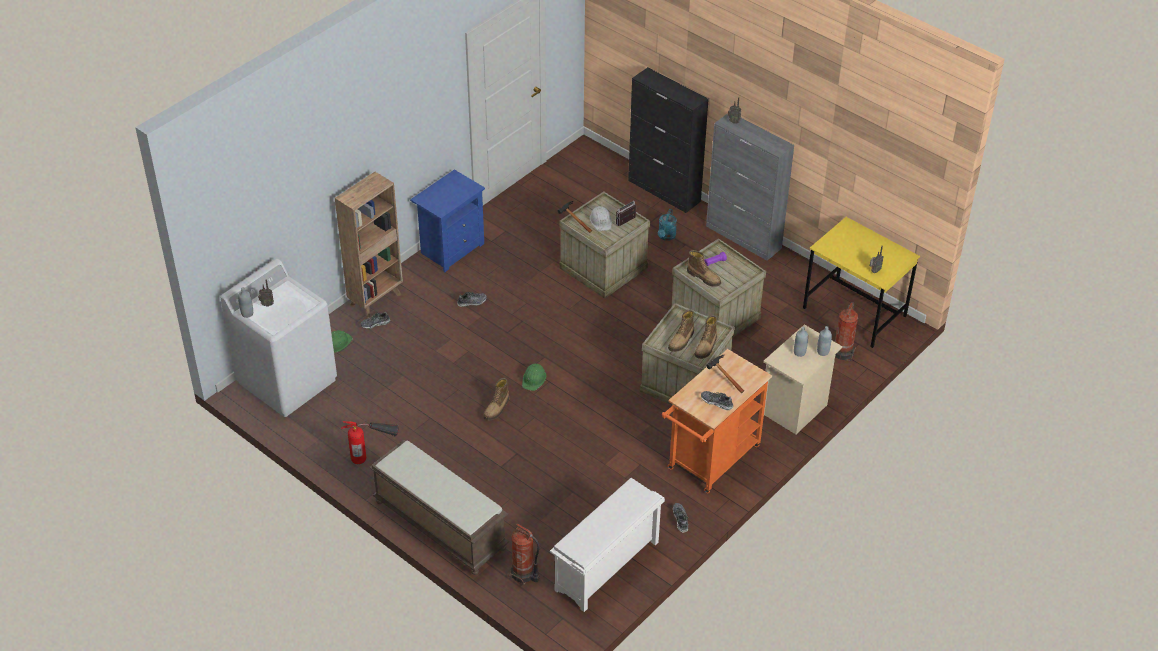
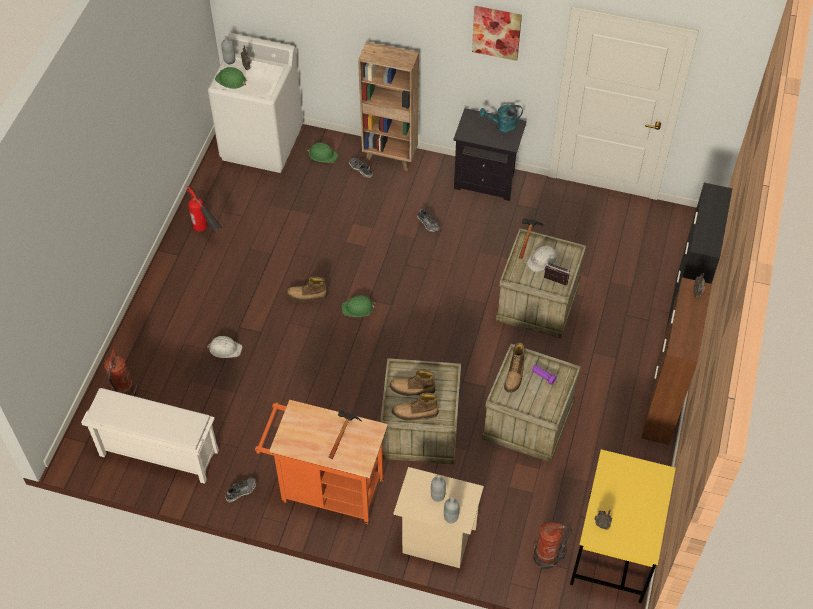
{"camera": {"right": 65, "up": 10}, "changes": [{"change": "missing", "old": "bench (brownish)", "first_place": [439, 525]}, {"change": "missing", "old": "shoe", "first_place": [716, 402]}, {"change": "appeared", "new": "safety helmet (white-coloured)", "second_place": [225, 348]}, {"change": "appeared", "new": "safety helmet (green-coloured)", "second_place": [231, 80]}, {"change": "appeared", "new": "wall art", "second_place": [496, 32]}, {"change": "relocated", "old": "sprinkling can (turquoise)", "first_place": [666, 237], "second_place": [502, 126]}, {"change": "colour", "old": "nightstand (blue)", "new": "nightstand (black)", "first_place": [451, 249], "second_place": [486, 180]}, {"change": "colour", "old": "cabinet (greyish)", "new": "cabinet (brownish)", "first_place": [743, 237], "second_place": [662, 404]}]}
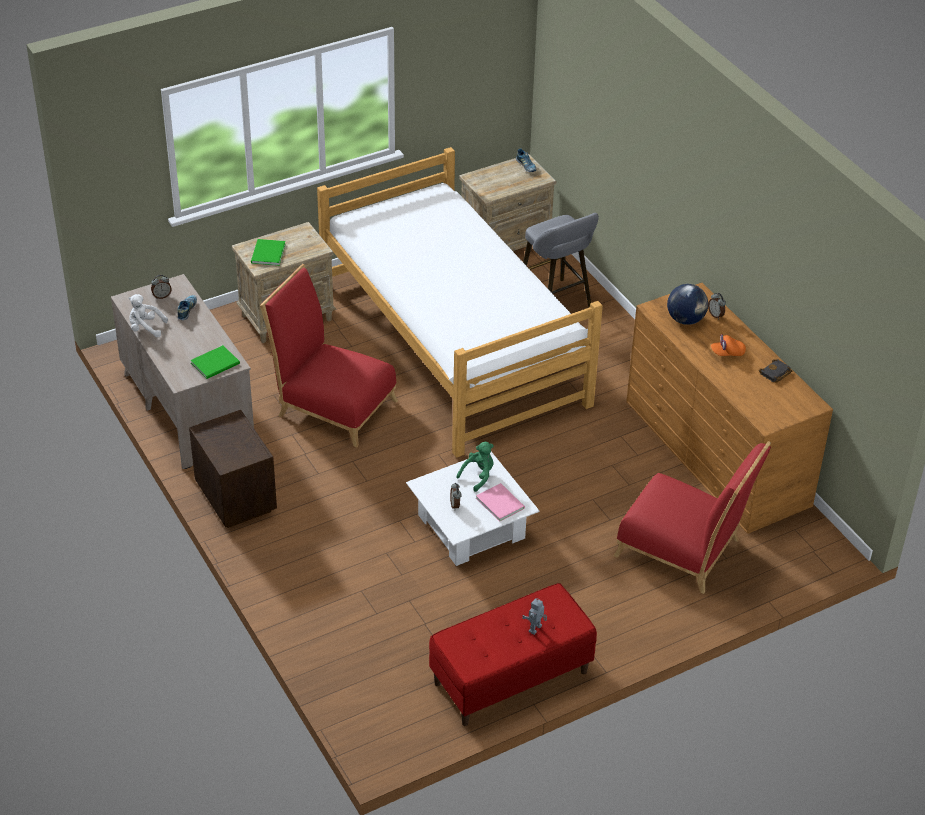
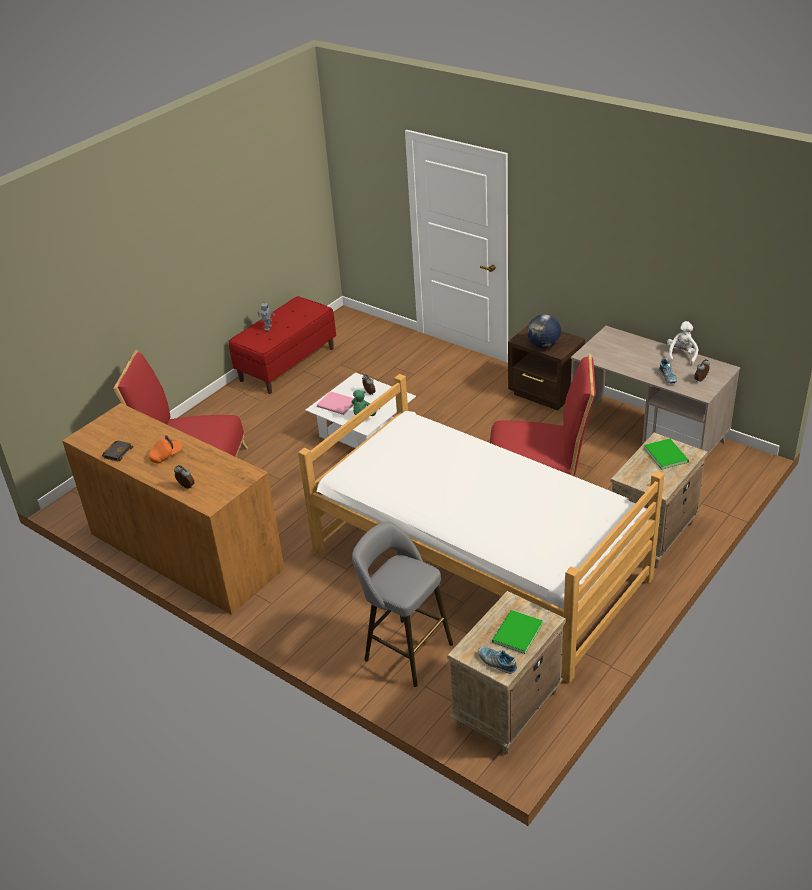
{"camera": {"right": 160, "up": -5}, "changes": [{"change": "relocated", "old": "bound book (green-coloured)", "first_place": [217, 363], "second_place": [515, 633]}, {"change": "relocated", "old": "world globe", "first_place": [685, 319], "second_place": [543, 345]}, {"change": "spun", "old": "cuddly toy (white-coloured)", "first_place": [145, 328], "second_place": [681, 355], "degrees": -60}]}
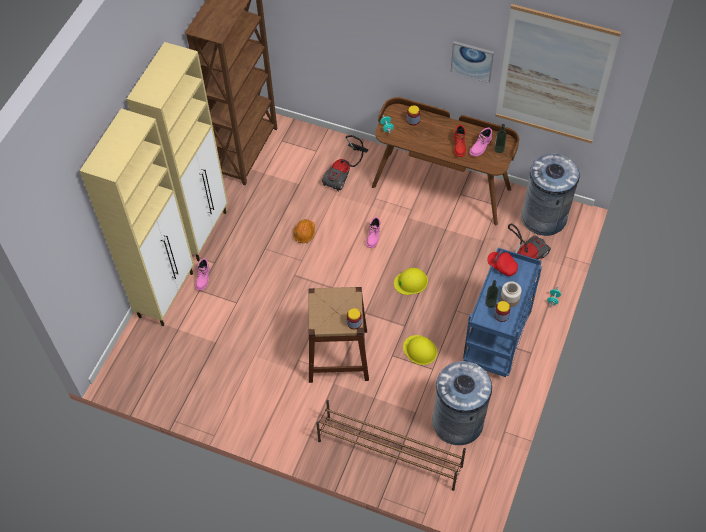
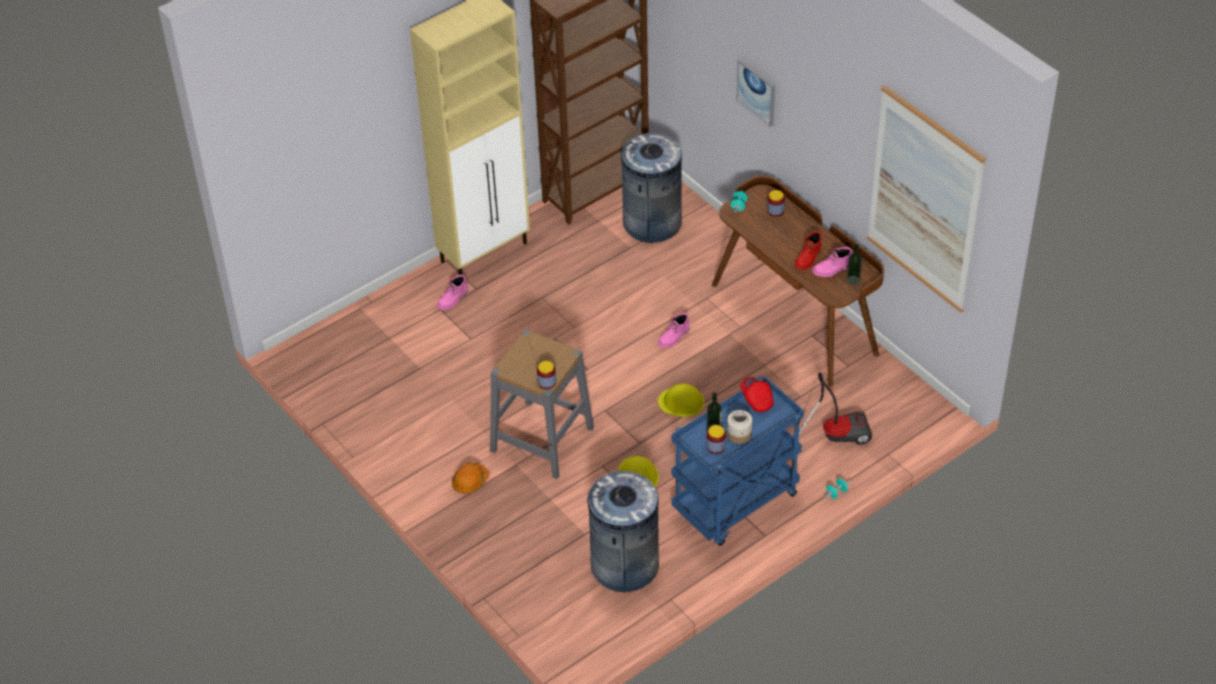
{"camera": {"right": 30, "up": -10}, "changes": [{"change": "missing", "old": "cabinet (sand-coloured)", "first_place": [166, 294]}, {"change": "missing", "old": "shoe shelf (brownish)", "first_place": [389, 453]}, {"change": "missing", "old": "hoover", "first_place": [344, 173]}, {"change": "relocated", "old": "safety helmet (orangey)", "first_place": [304, 233], "second_place": [470, 482]}, {"change": "relocated", "old": "wall art", "first_place": [472, 61], "second_place": [756, 92]}, {"change": "relocated", "old": "waste bin (greyish)", "first_place": [544, 217], "second_place": [652, 223]}, {"change": "colour", "old": "stool (brownish)", "new": "stool (greyish)", "first_place": [338, 355], "second_place": [542, 439]}]}
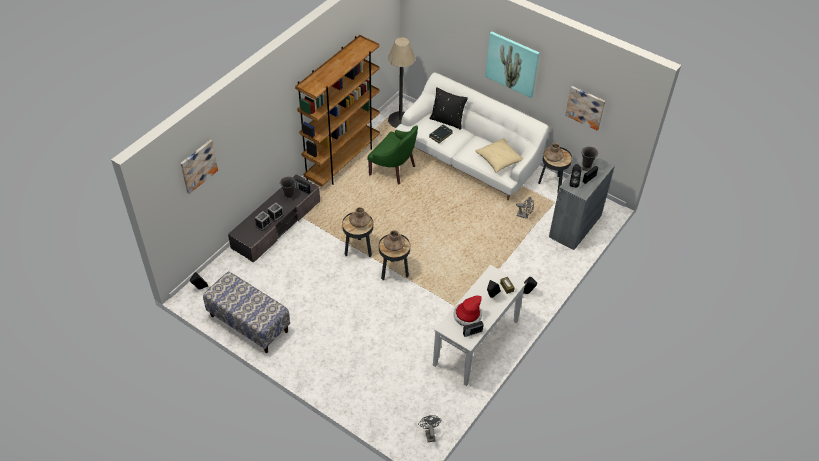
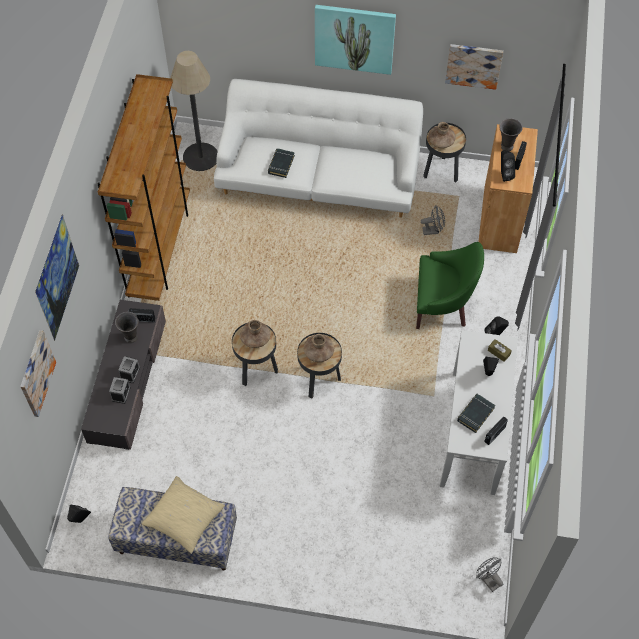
{"camera": {"right": -25, "up": 10}, "changes": [{"change": "missing", "old": "pillow (black)", "first_place": [447, 120]}, {"change": "appeared", "new": "wall art", "second_place": [62, 290]}, {"change": "relocated", "old": "armchair (green-coloured)", "first_place": [394, 169], "second_place": [442, 305]}, {"change": "relocated", "old": "pillow (sand-coloured)", "first_place": [499, 159], "second_place": [184, 518]}, {"change": "exchanged", "old": "clothing hat", "new": "bound book (black)", "first_place": [467, 316], "second_place": [475, 414]}, {"change": "colour", "old": "cabinet (greyish)", "new": "cabinet (brownish)", "first_place": [575, 226], "second_place": [500, 219]}]}
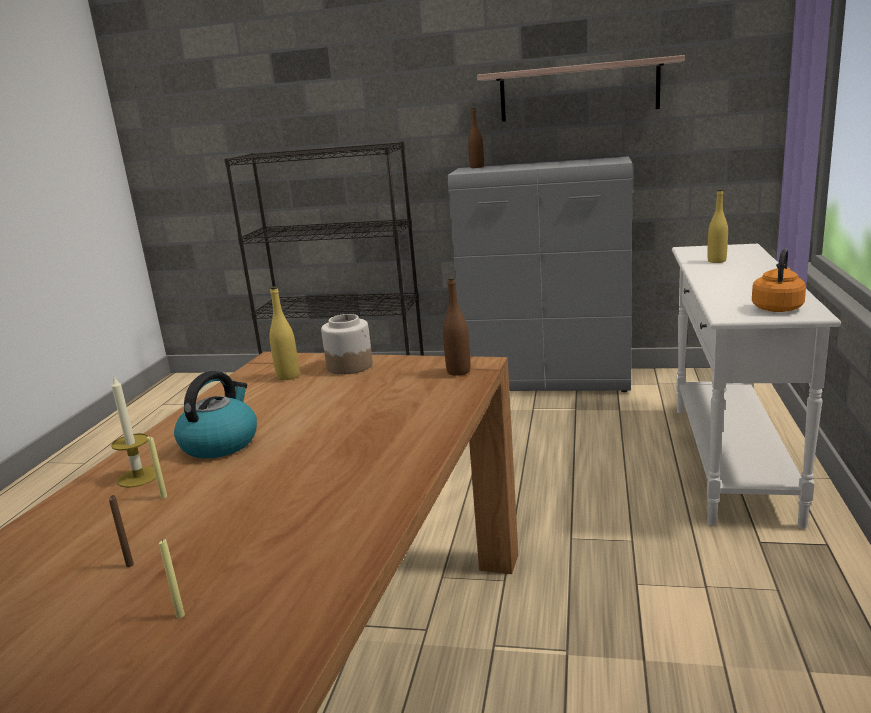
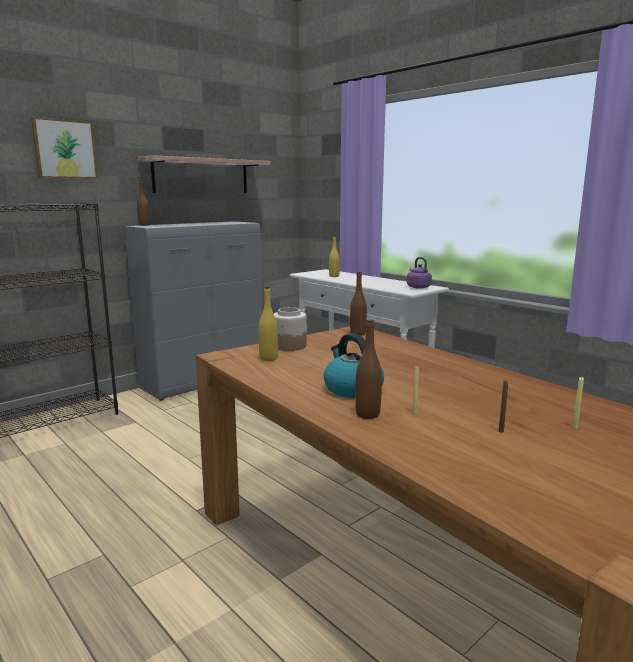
{"camera": {"right": -55, "up": -5}, "changes": [{"change": "appeared", "new": "wall art", "second_place": [64, 149]}, {"change": "exchanged", "old": "candle", "new": "beverage bottle (brownish)", "first_place": [139, 477], "second_place": [367, 414]}, {"change": "colour", "old": "tea kettle (orangey)", "new": "tea kettle (purplish)", "first_place": [777, 308], "second_place": [417, 287]}]}
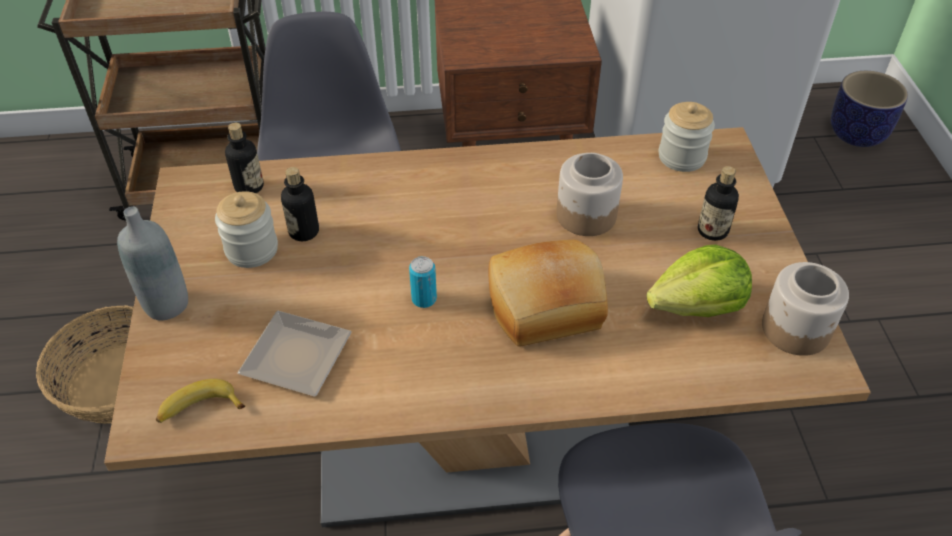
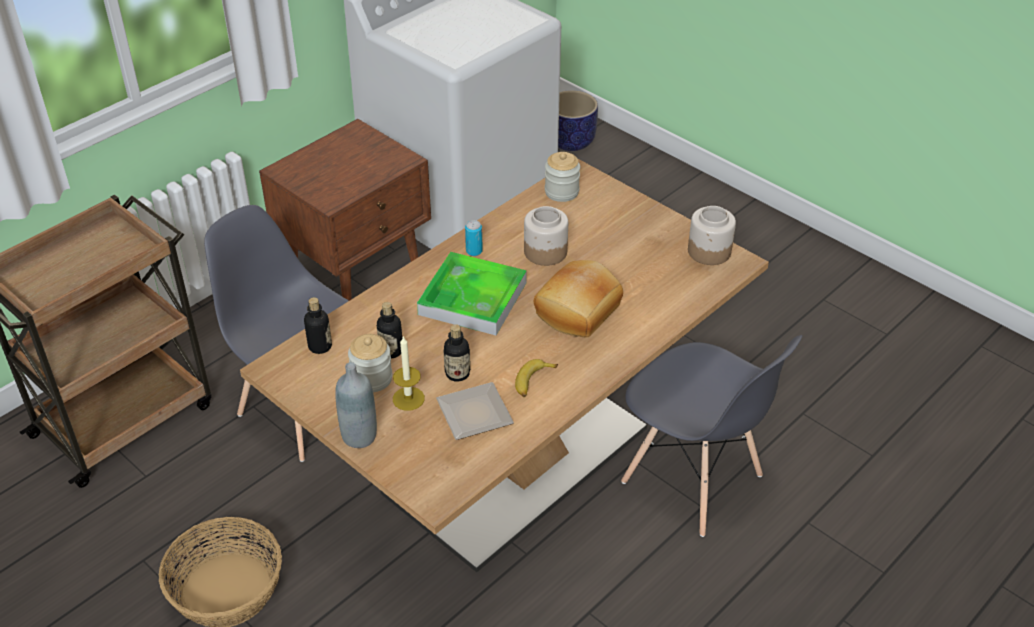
{"camera": {"right": -40, "up": -5}, "changes": [{"change": "missing", "old": "lettuce head", "first_place": [698, 305]}, {"change": "appeared", "new": "candle", "second_place": [408, 398]}, {"change": "appeared", "new": "serving tray", "second_place": [472, 298]}, {"change": "relocated", "old": "banana fruit", "first_place": [199, 409], "second_place": [533, 382]}, {"change": "relocated", "old": "can", "first_place": [424, 299], "second_place": [474, 251]}, {"change": "relocated", "old": "beverage bottle", "first_place": [712, 231], "second_place": [457, 373]}]}
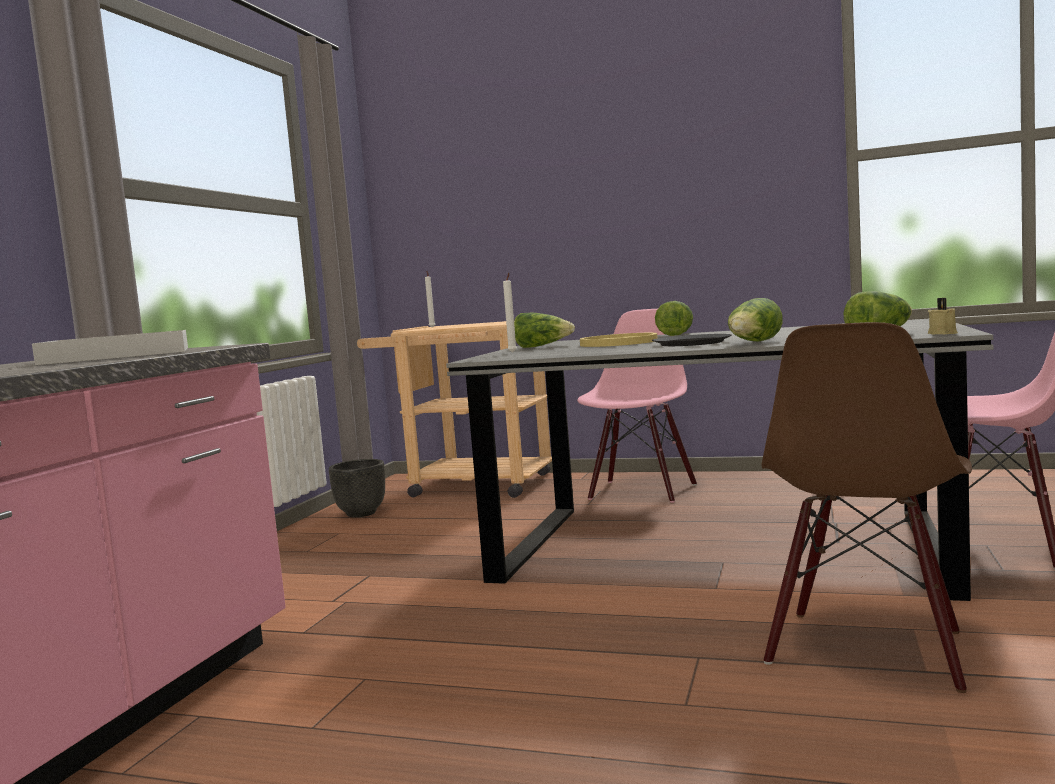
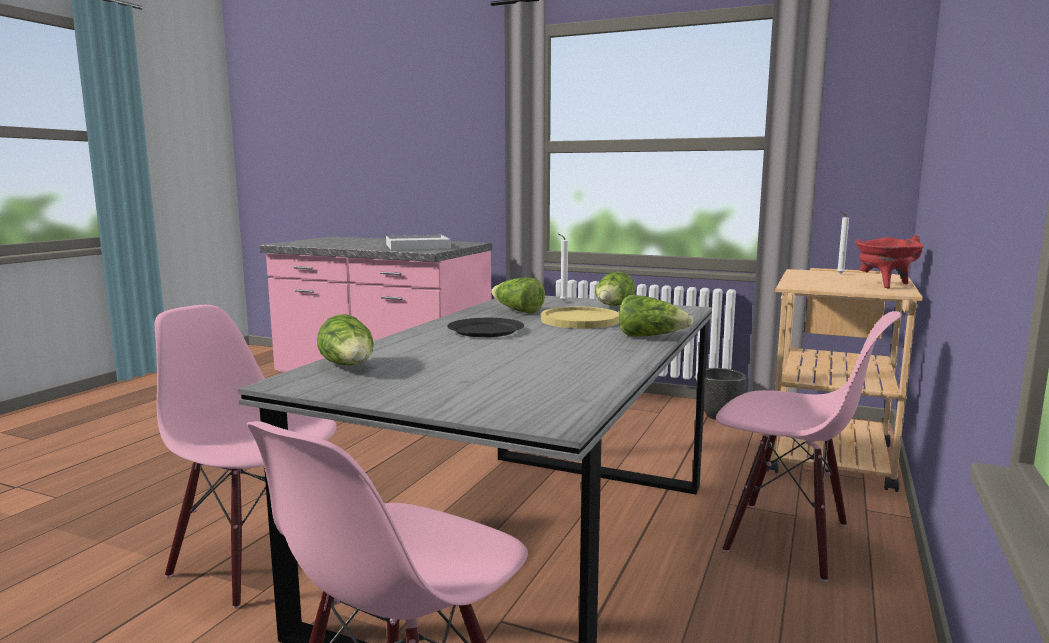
{"camera": {"right": 95, "up": 5}, "changes": [{"change": "missing", "old": "candle (sand-coloured)", "first_place": [943, 333]}, {"change": "appeared", "new": "saucepot (red-coloured)", "second_place": [884, 285]}, {"change": "relocated", "old": "lettuce head", "first_place": [754, 342], "second_place": [517, 311]}, {"change": "colour", "old": "upright chair (brownish)", "new": "upright chair (pinkish)", "first_place": [867, 649], "second_place": [257, 561]}]}
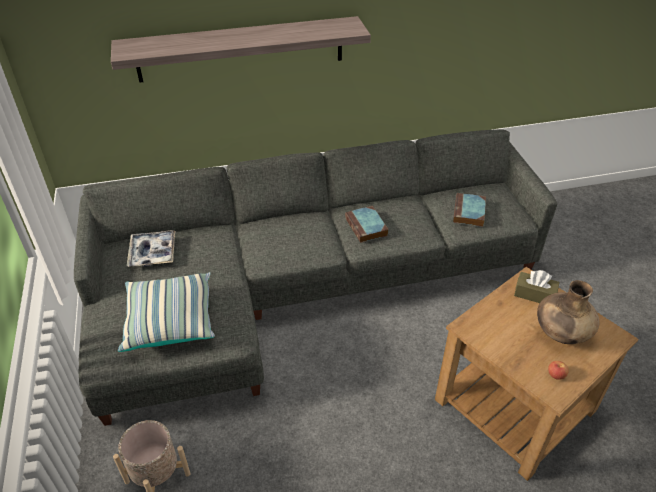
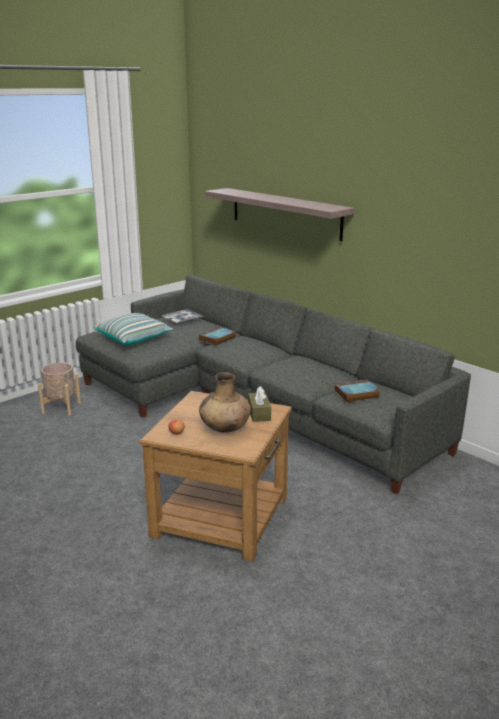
{"camera": {"right": 60, "up": -20}, "changes": [{"change": "relocated", "old": "bound book", "first_place": [367, 227], "second_place": [217, 339]}]}
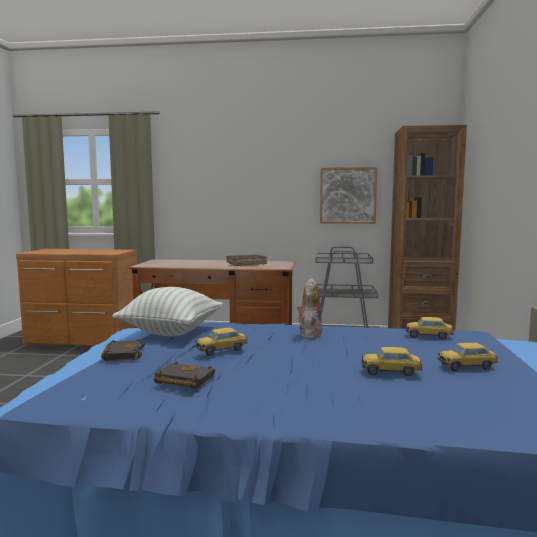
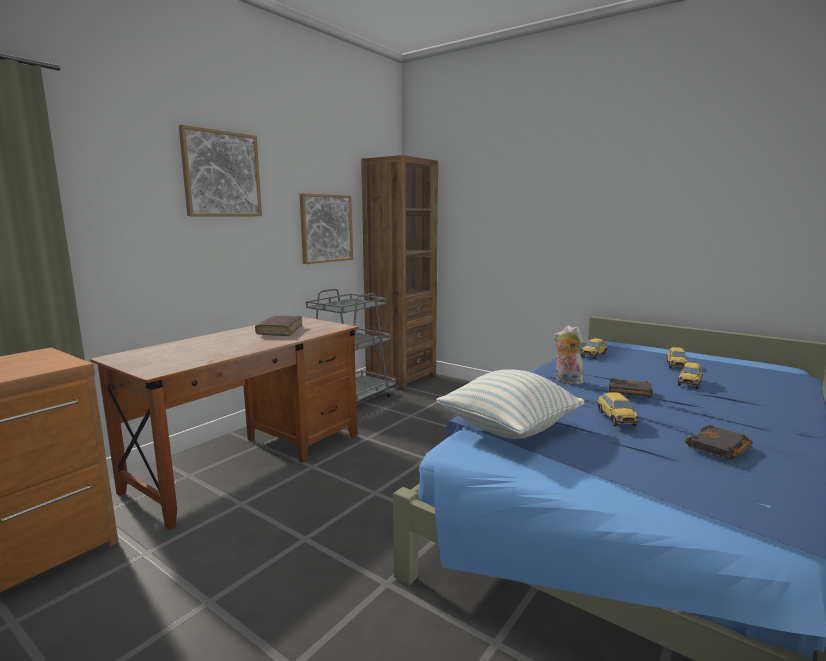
{"camera": {"right": -60, "up": 5}, "changes": [{"change": "appeared", "new": "wall art", "second_place": [221, 174]}, {"change": "relocated", "old": "bound book (black)", "first_place": [122, 354], "second_place": [628, 392]}]}
